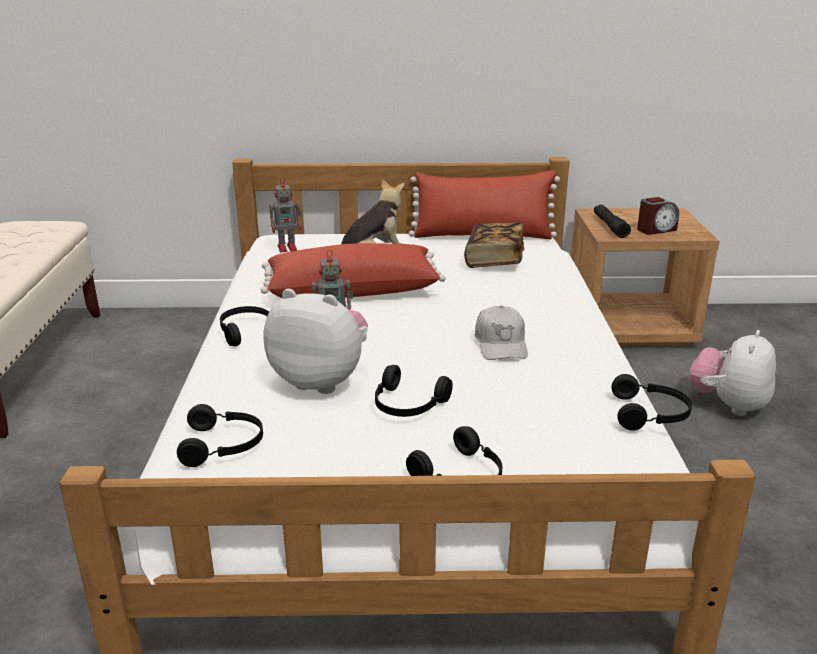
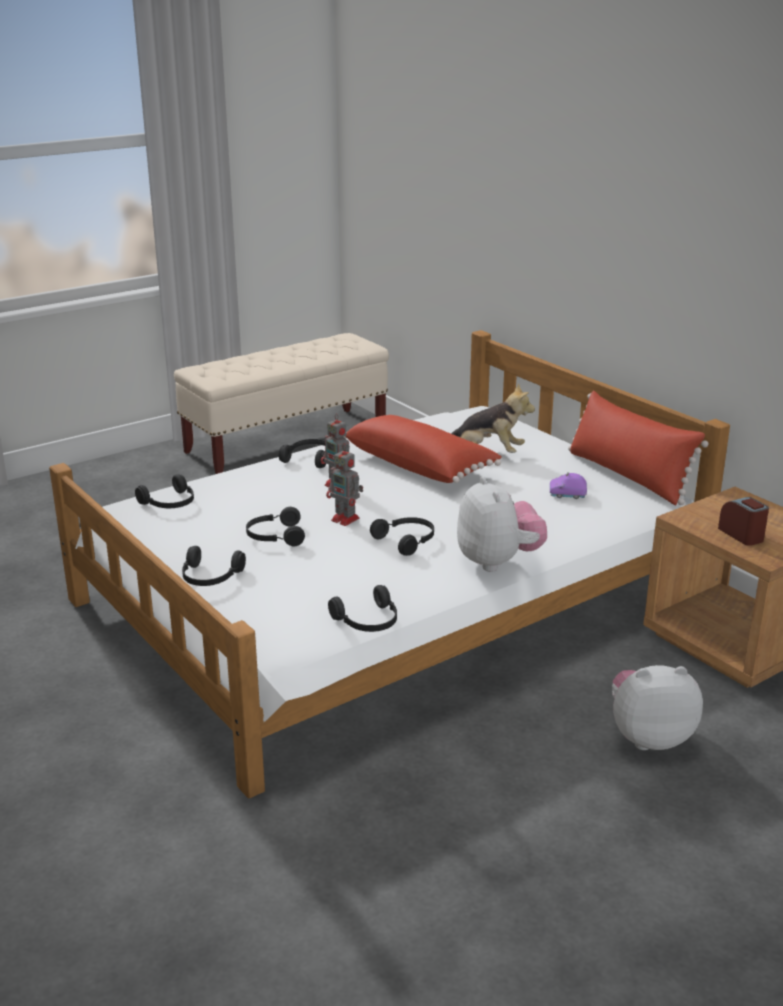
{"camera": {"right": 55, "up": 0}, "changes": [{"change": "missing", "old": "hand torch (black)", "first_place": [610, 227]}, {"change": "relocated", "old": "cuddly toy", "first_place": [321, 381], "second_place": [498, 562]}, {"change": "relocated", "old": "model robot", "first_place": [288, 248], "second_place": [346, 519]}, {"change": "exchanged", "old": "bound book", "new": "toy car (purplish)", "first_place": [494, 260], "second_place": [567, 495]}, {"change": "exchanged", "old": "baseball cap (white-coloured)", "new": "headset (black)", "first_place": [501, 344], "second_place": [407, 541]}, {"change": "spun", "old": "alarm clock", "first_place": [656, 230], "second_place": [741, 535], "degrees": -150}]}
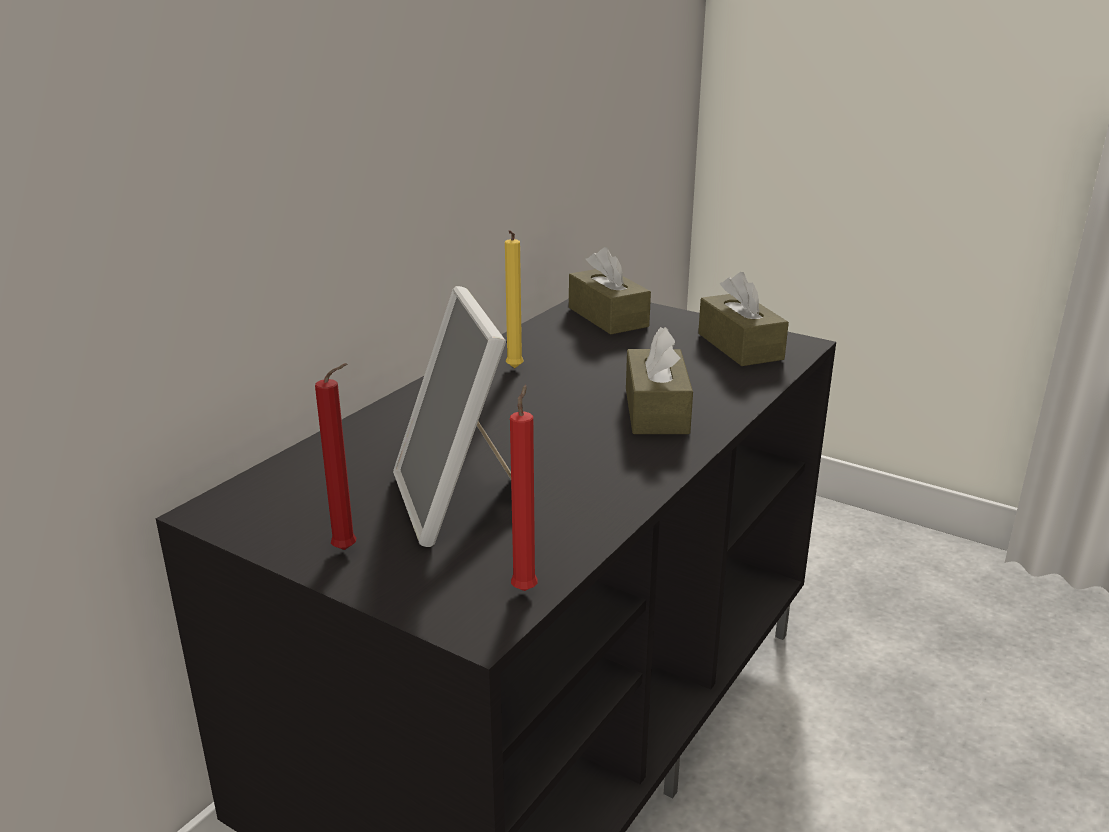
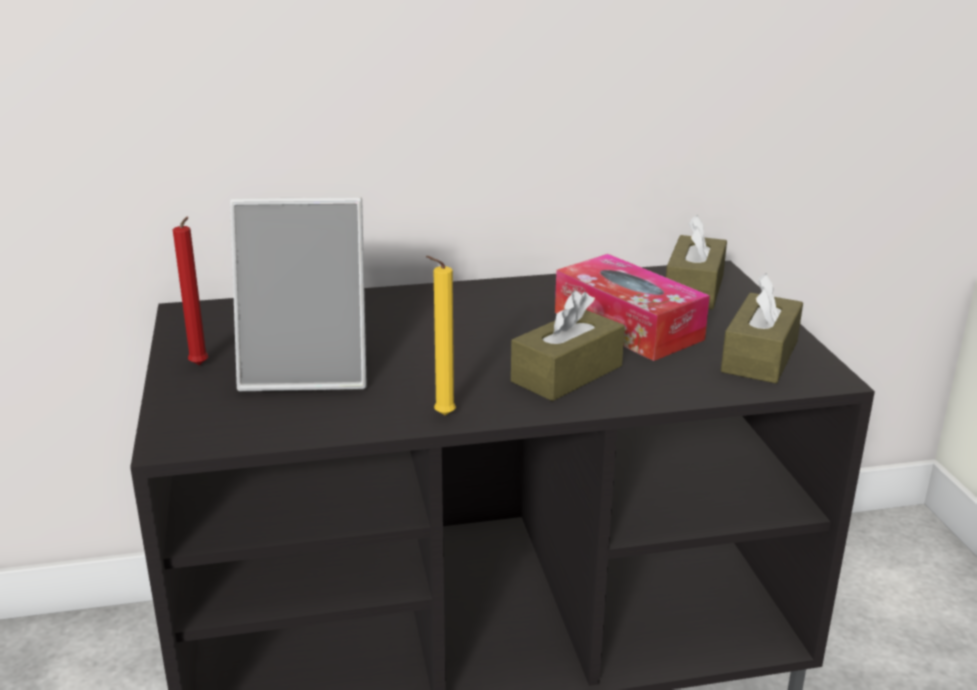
{"camera": {"right": 45, "up": 0}, "changes": [{"change": "missing", "old": "candle (red-coloured)", "first_place": [525, 588]}, {"change": "appeared", "new": "box of tissues", "second_place": [627, 326]}, {"change": "relocated", "old": "candle (yellow)", "first_place": [513, 369], "second_place": [441, 416]}, {"change": "spun", "old": "standing frame", "first_place": [460, 503], "second_place": [308, 370], "degrees": -120}]}
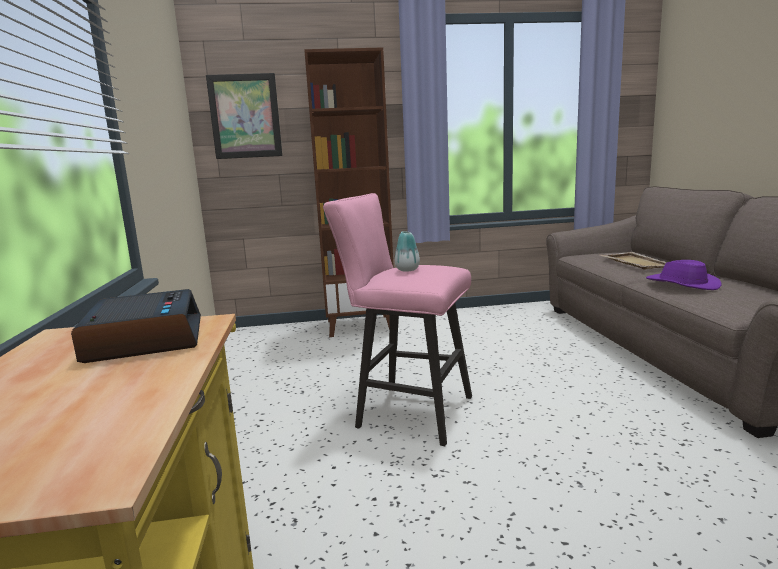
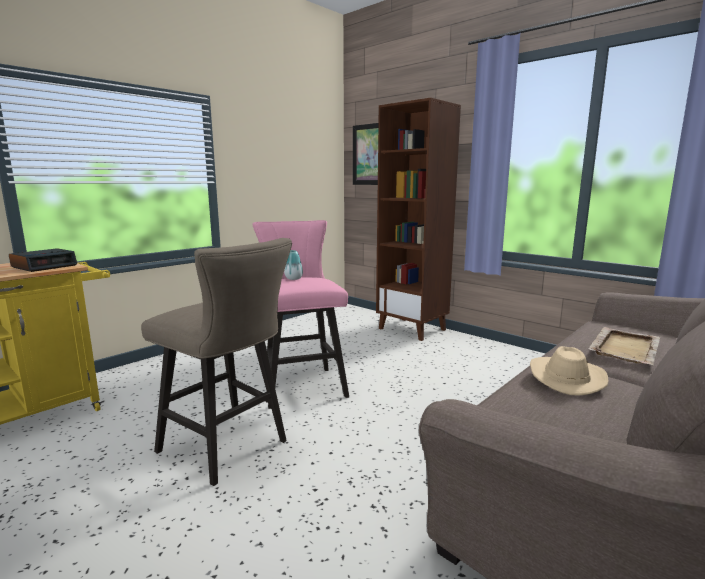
{"camera": {"right": 50, "up": 0}, "changes": [{"change": "appeared", "new": "stool (sand-coloured)", "second_place": [229, 448]}, {"change": "colour", "old": "clothing hat (purplish)", "new": "clothing hat (sand-coloured)", "first_place": [682, 284], "second_place": [565, 377]}]}
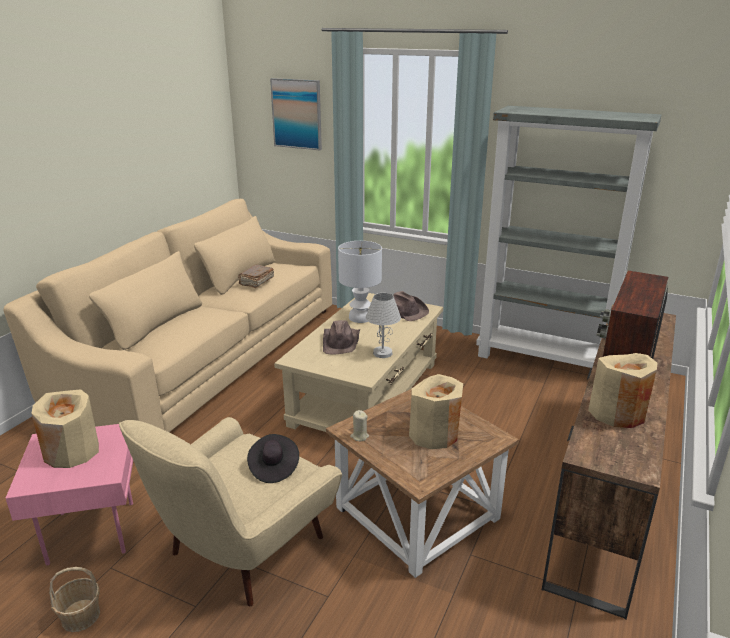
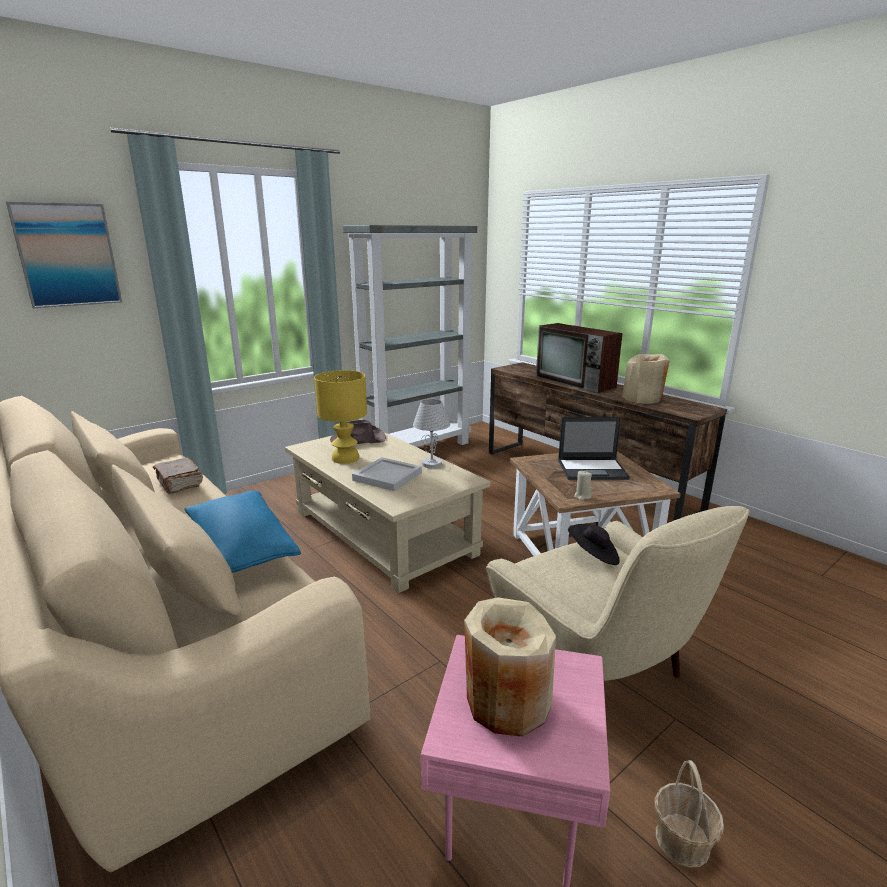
{"camera": {"right": -65, "up": -5}, "changes": [{"change": "appeared", "new": "pillow (blue)", "second_place": [241, 548]}, {"change": "exchanged", "old": "clothing hat (brownish)", "new": "serving tray (white-coloured)", "first_place": [341, 342], "second_place": [387, 476]}, {"change": "exchanged", "old": "flower vase (sand-coloured)", "new": "notebook computer", "first_place": [434, 434], "second_place": [593, 469]}, {"change": "colour", "old": "lamp for a table (white-coloured)", "new": "lamp for a table (yellow)", "first_place": [360, 317], "second_place": [345, 458]}]}
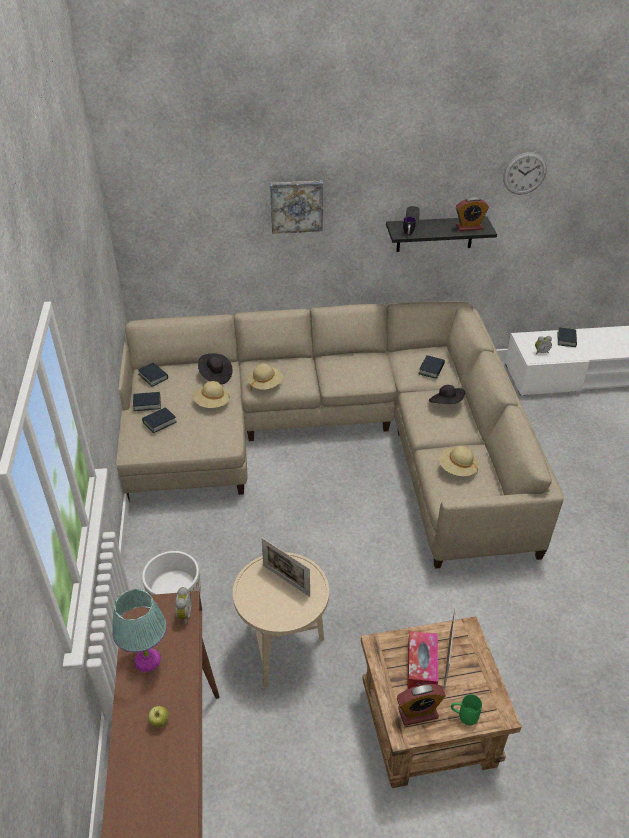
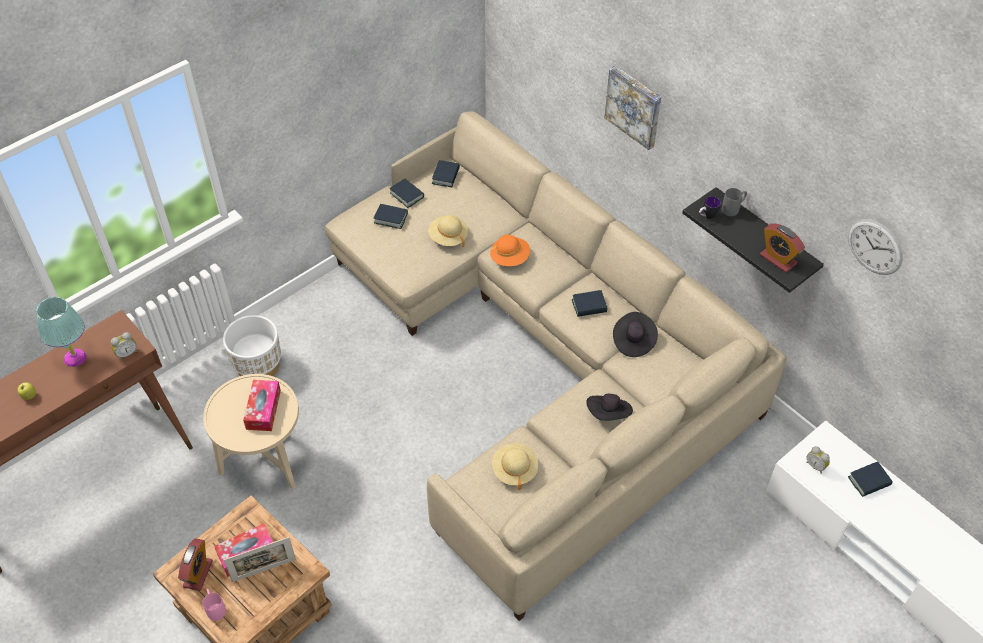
{"camera": {"right": 55, "up": 10}, "changes": [{"change": "relocated", "old": "clothing hat (black)", "first_place": [215, 375], "second_place": [633, 341]}, {"change": "relocated", "old": "bound book", "first_place": [431, 369], "second_place": [589, 306]}, {"change": "exchanged", "old": "standing frame", "new": "box of tissues", "first_place": [286, 580], "second_place": [263, 410]}, {"change": "colour", "old": "clothing hat (sand-coloured)", "new": "clothing hat (orangey)", "first_place": [265, 384], "second_place": [510, 258]}, {"change": "colour", "old": "coffee mug (green-coloured)", "new": "coffee mug (pinkish)", "first_place": [463, 715], "second_place": [215, 608]}, {"change": "spun", "old": "alarm clock", "first_place": [418, 713], "second_place": [198, 574], "degrees": -120}]}
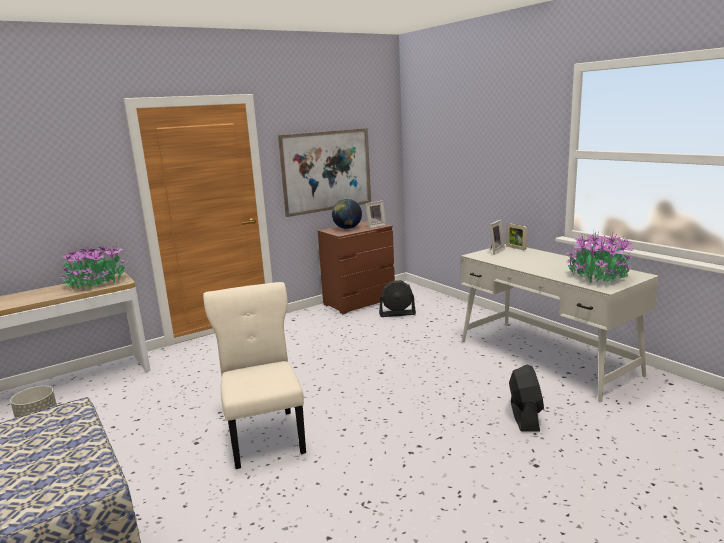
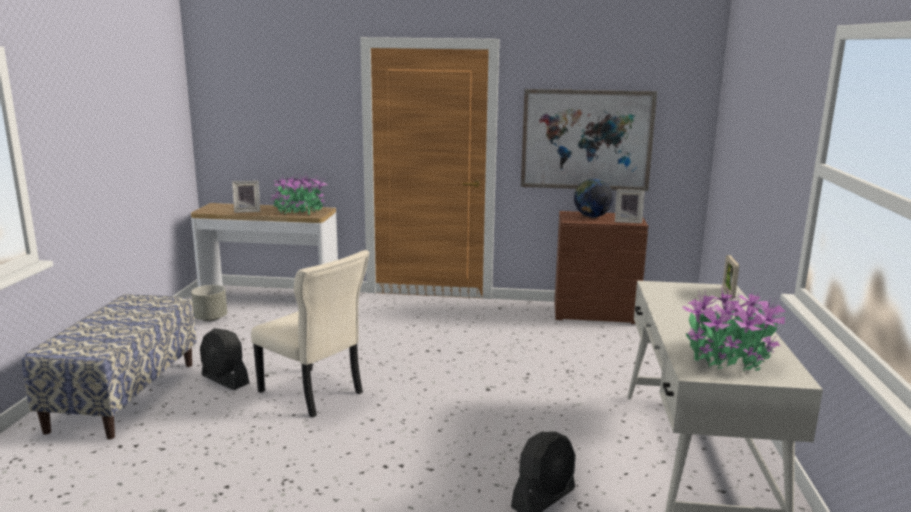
{"camera": {"right": 40, "up": 0}, "changes": [{"change": "relocated", "old": "electric fan (black)", "first_place": [397, 314], "second_place": [225, 380]}, {"change": "relocated", "old": "standing frame", "first_place": [494, 251], "second_place": [247, 211]}, {"change": "spun", "old": "upright chair (sand-coloured)", "first_place": [265, 435], "second_place": [313, 394], "degrees": 105}]}
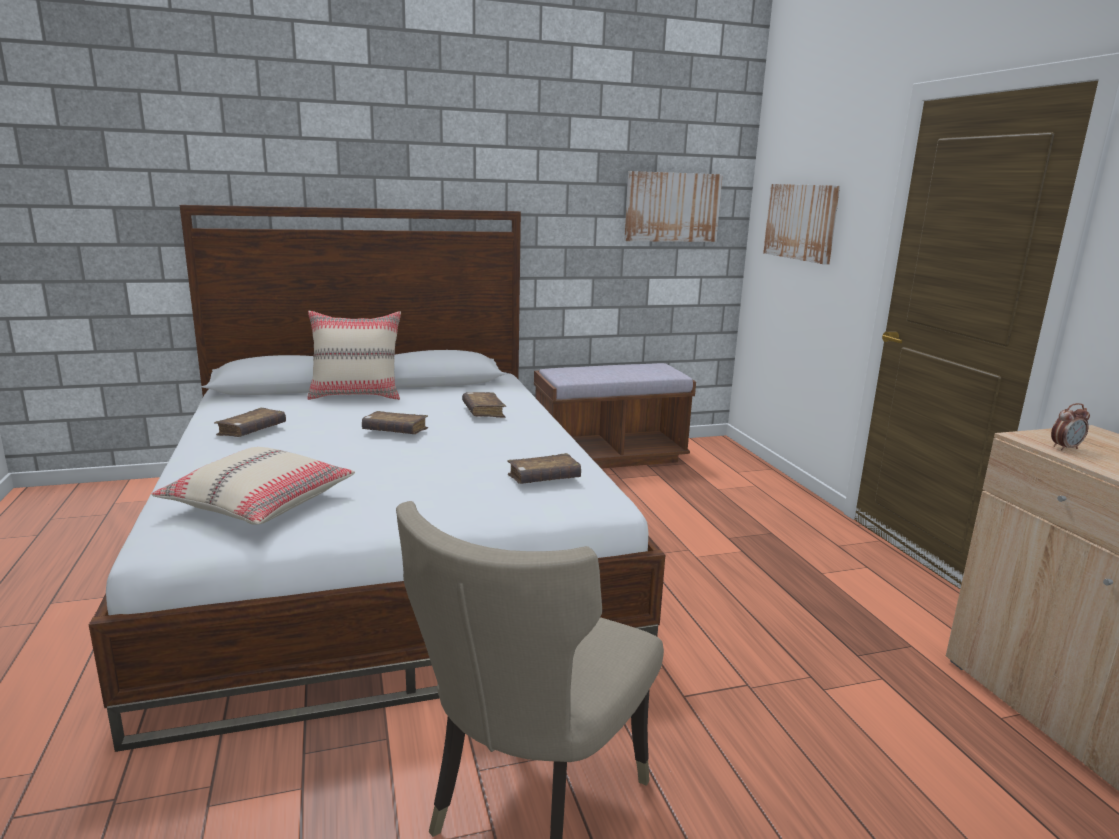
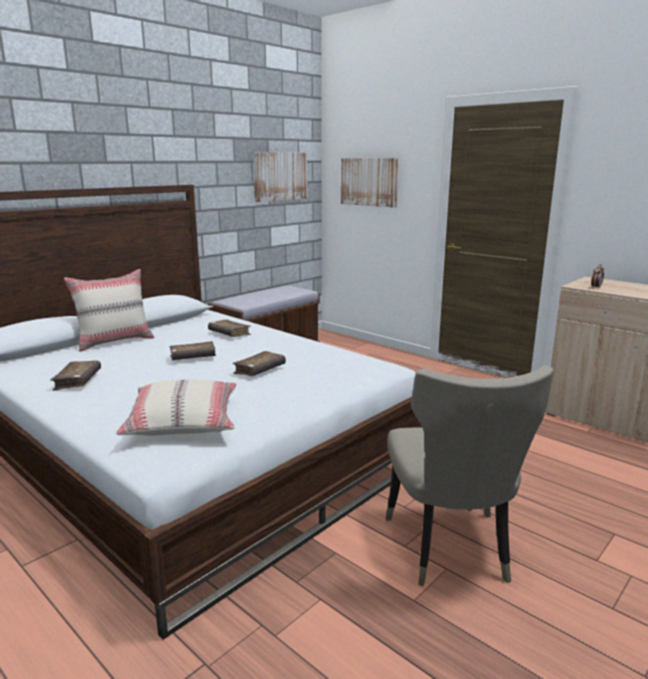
{"camera": {"right": -30, "up": 0}, "changes": [{"change": "relocated", "old": "bound book (brownish)", "first_place": [544, 478], "second_place": [259, 370]}]}
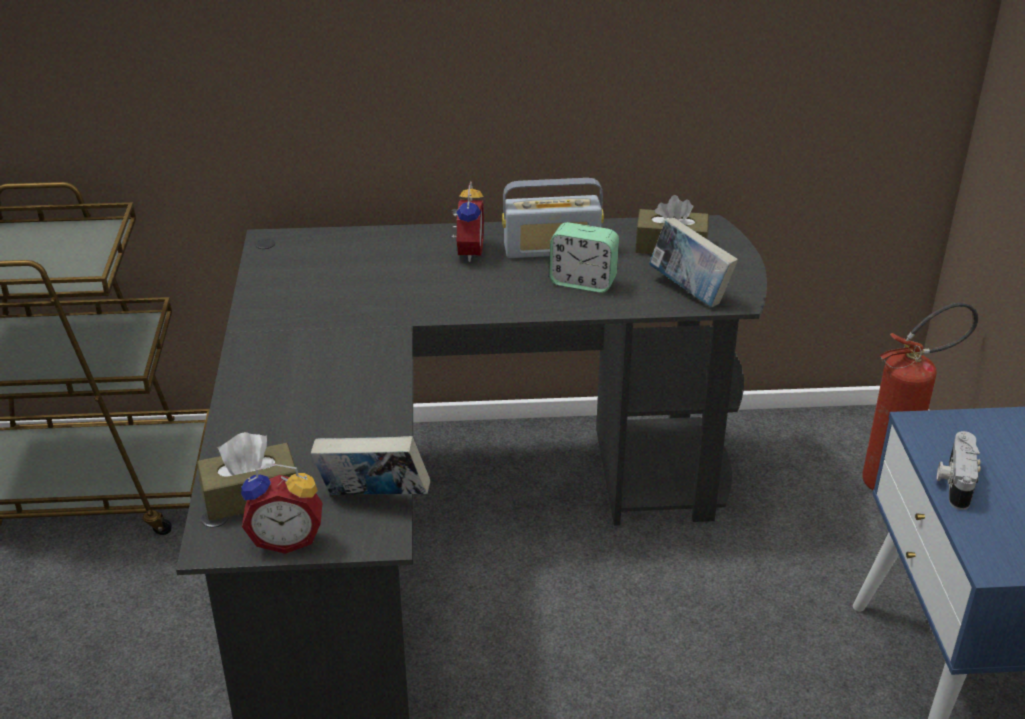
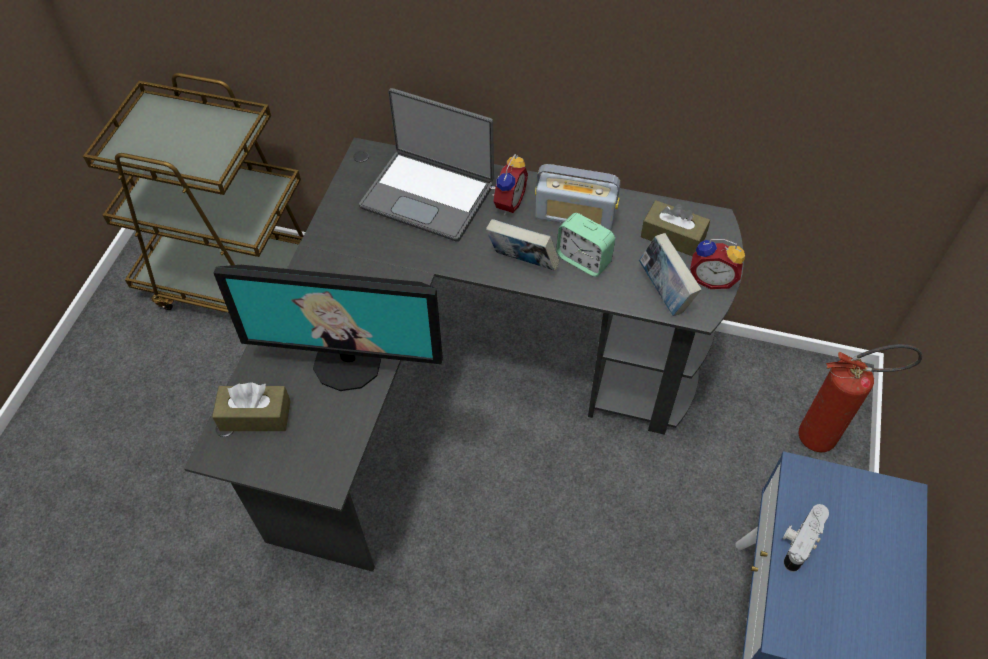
{"camera": {"right": 20, "up": 20}, "changes": [{"change": "appeared", "new": "computer display", "second_place": [348, 363]}, {"change": "appeared", "new": "notebook computer", "second_place": [429, 195]}, {"change": "relocated", "old": "alarm clock", "first_place": [286, 539], "second_place": [712, 278]}, {"change": "relocated", "old": "bound book", "first_place": [373, 499], "second_place": [522, 263]}]}
